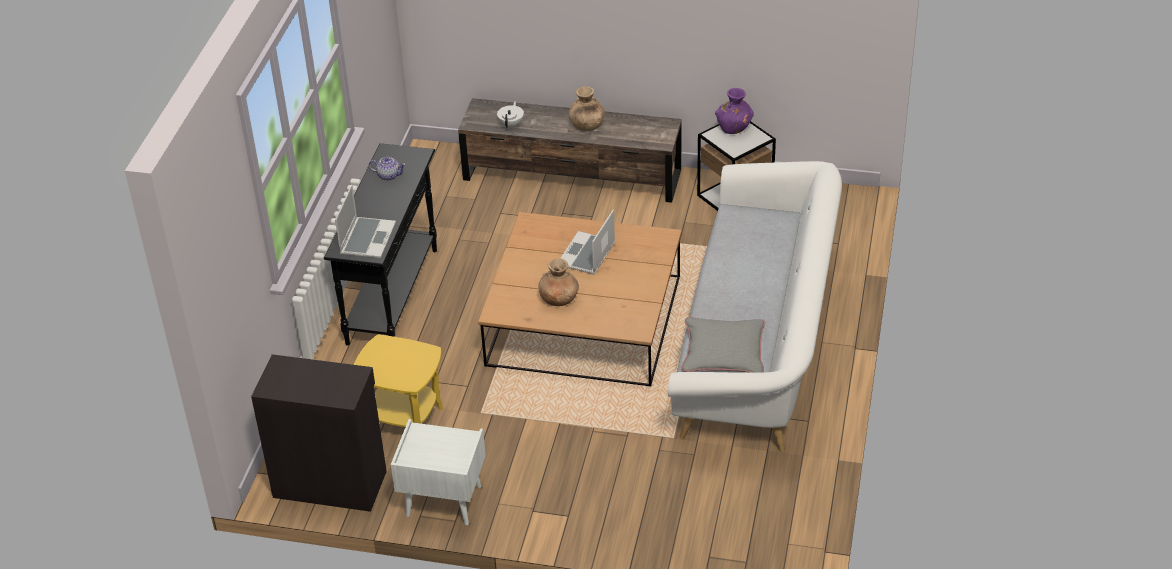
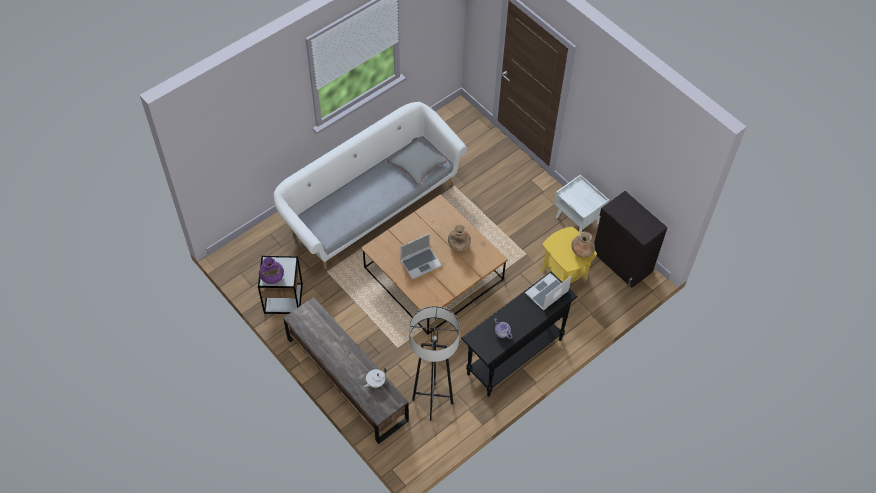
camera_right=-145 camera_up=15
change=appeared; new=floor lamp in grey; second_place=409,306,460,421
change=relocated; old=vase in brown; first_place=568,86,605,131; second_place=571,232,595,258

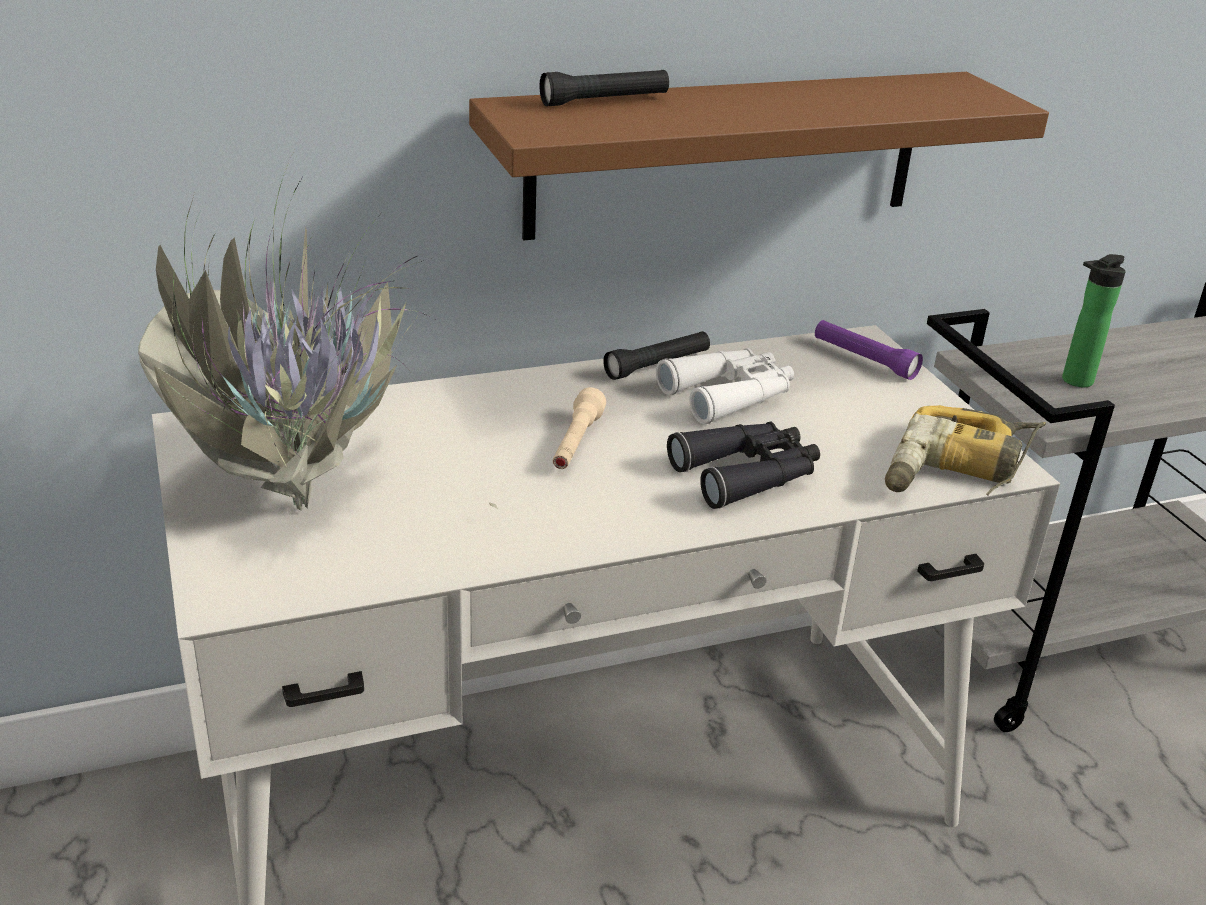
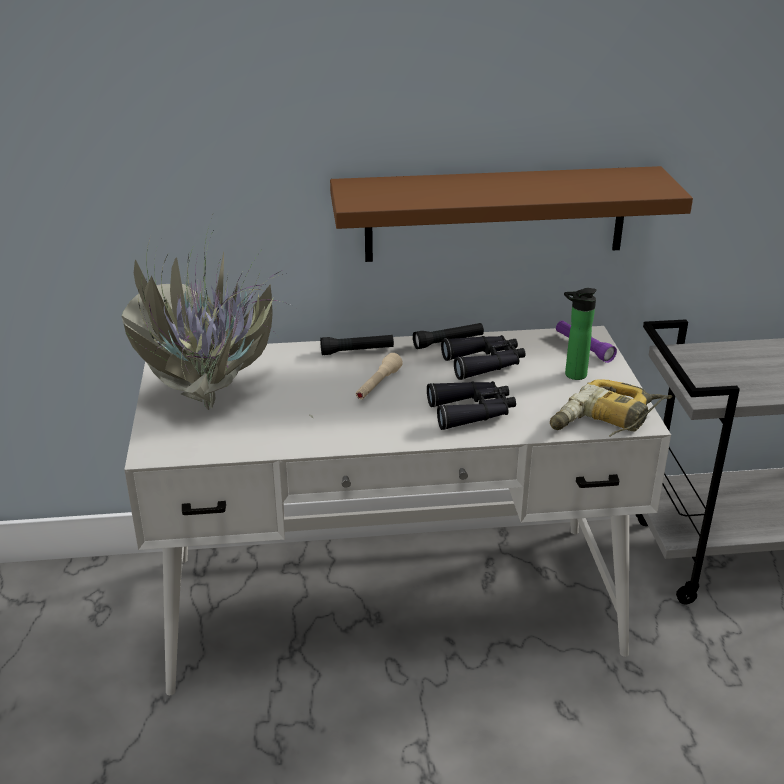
camera_right=15 camera_up=0
change=relocated; old=flashlight in black; first_place=540,70,669,106; second_place=320,335,394,355
change=relocated; old=bottle; first_place=1062,254,1126,387; second_place=564,288,597,380
change=colour; old=binoculars in white; new=binoculars in black; first_place=656,348,794,424; second_place=441,335,525,380

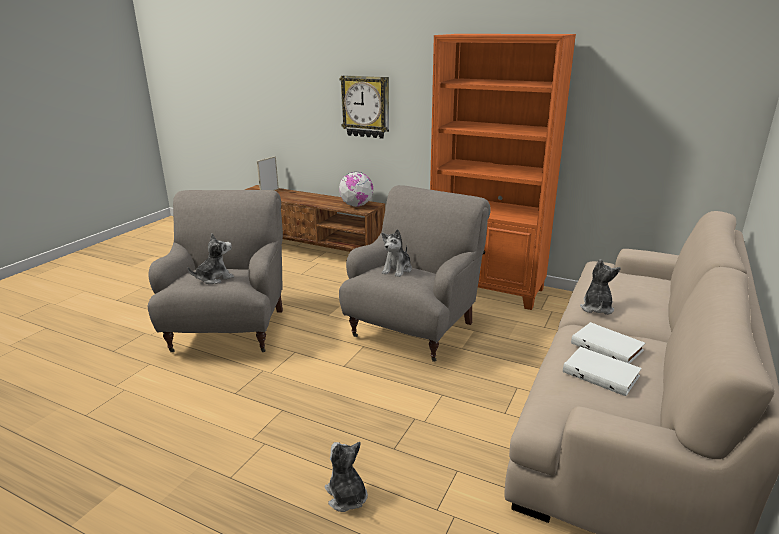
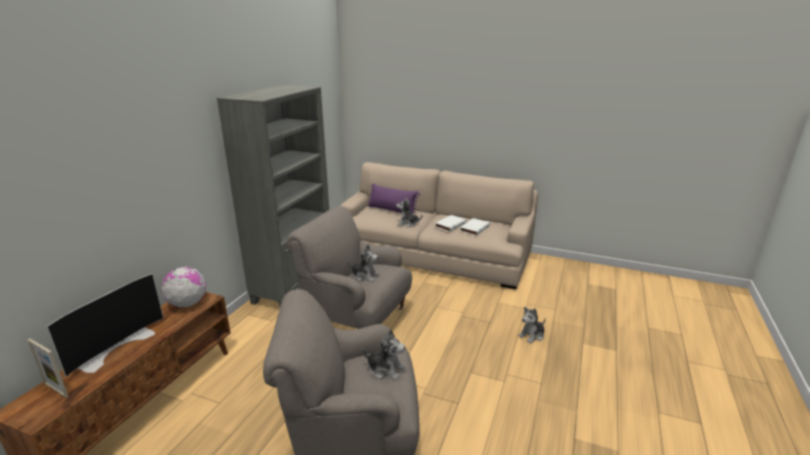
camera_right=-95 camera_up=0
change=missing; old=wall clock; first_place=339,75,389,139
change=appeared; new=television; second_place=47,274,163,377
change=appeared; new=pillow in purple; second_place=368,183,420,213
change=colour; old=bookcase in orange; new=bookcase in grey; first_place=430,34,576,310; second_place=216,85,329,306
change=spun; old=plush toy; first_place=188,233,234,284; second_place=362,329,405,380; degrees=150

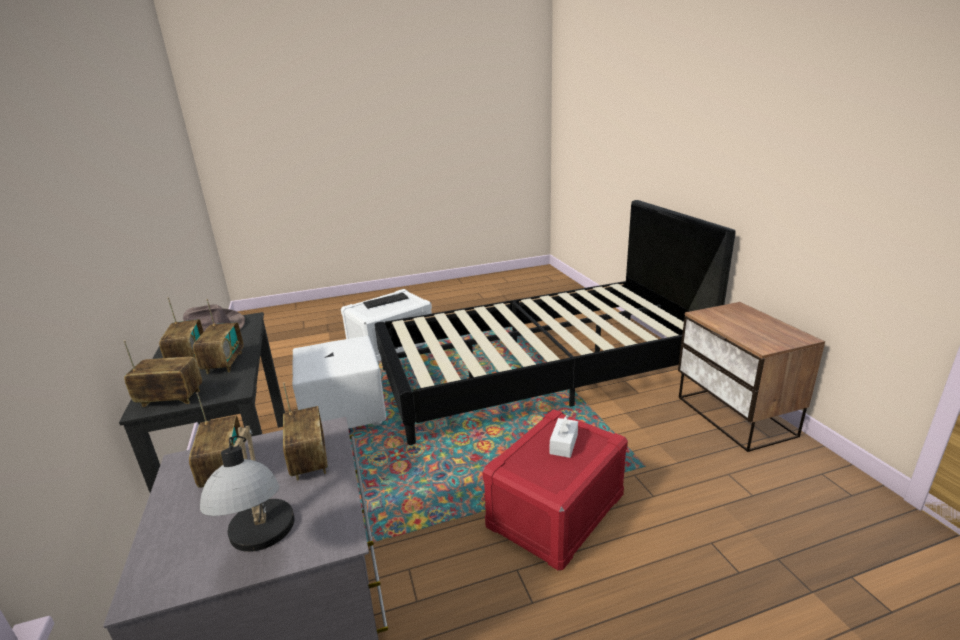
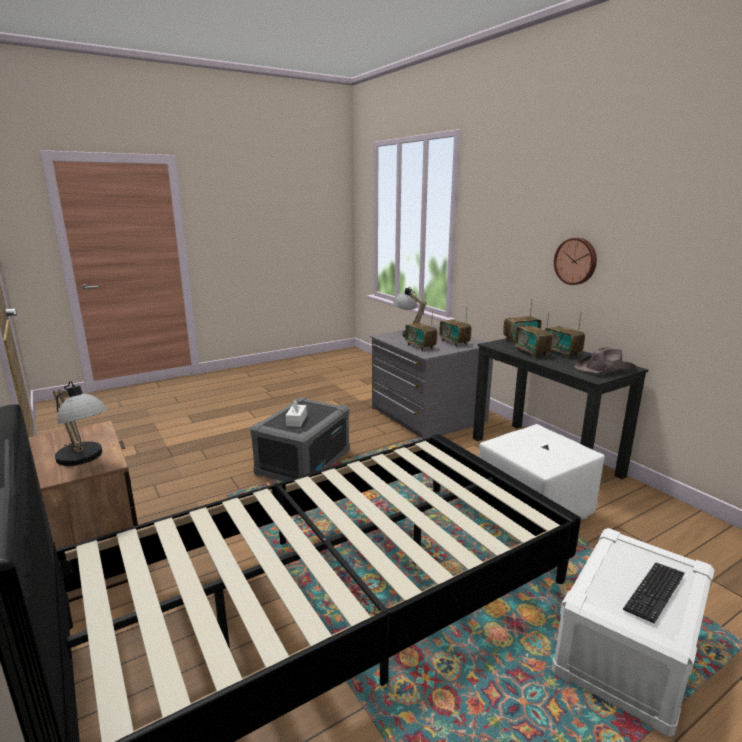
camera_right=165 camera_up=-5
change=appeared; new=table lamp; second_place=53,381,108,466
change=appeared; new=wall clock; second_place=554,238,597,285
change=colour; old=storage box in red; new=storage box in grey; first_place=482,409,628,571; second_place=250,397,350,481

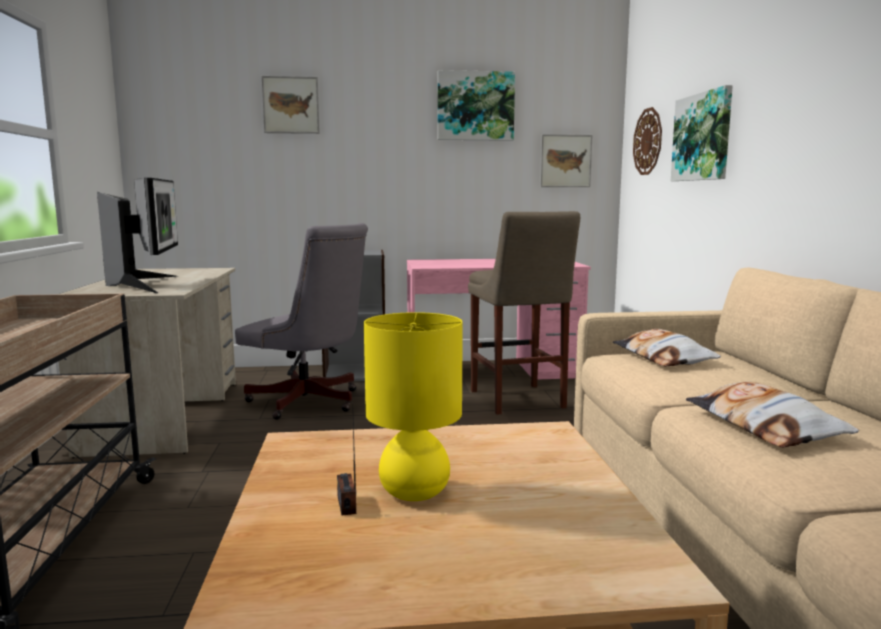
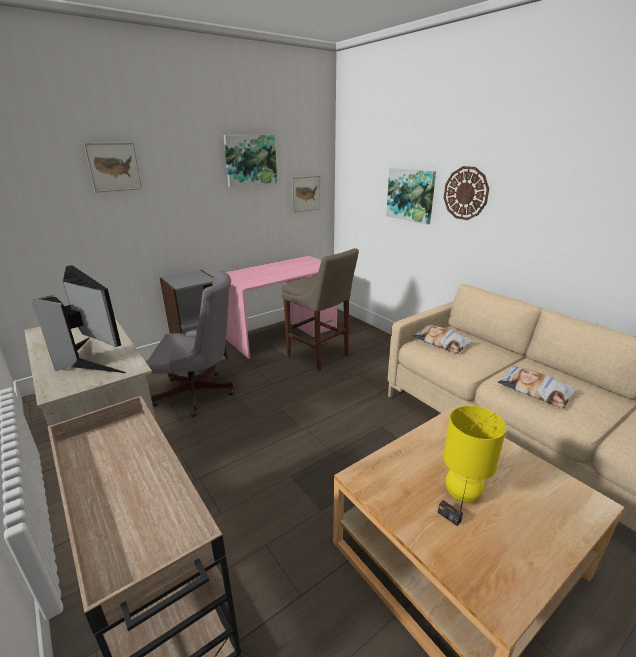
camera_right=-30 camera_up=15
change=relocated; old=wall clock; first_place=633,107,662,175; second_place=444,166,489,220

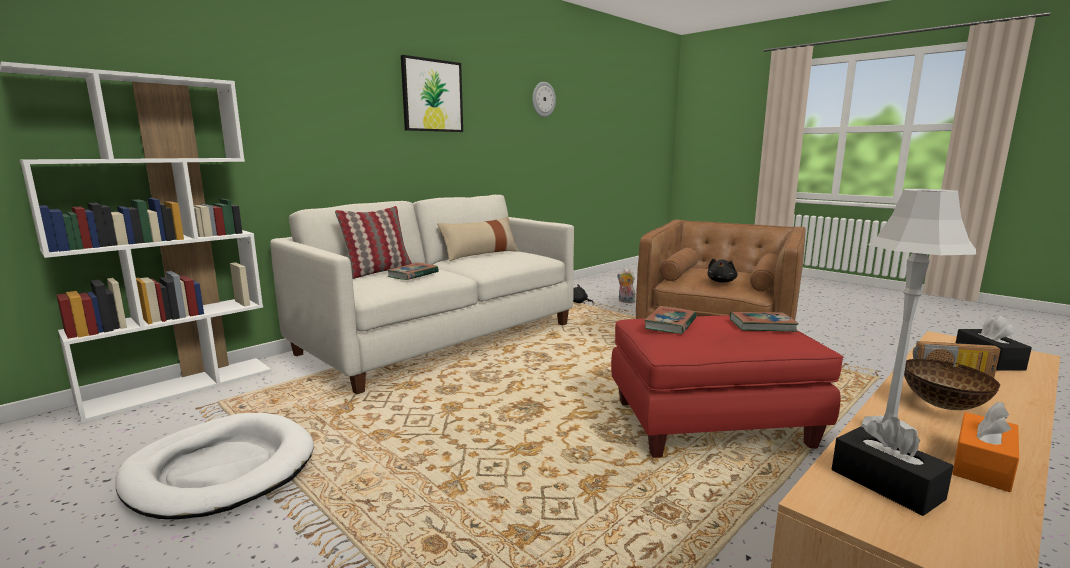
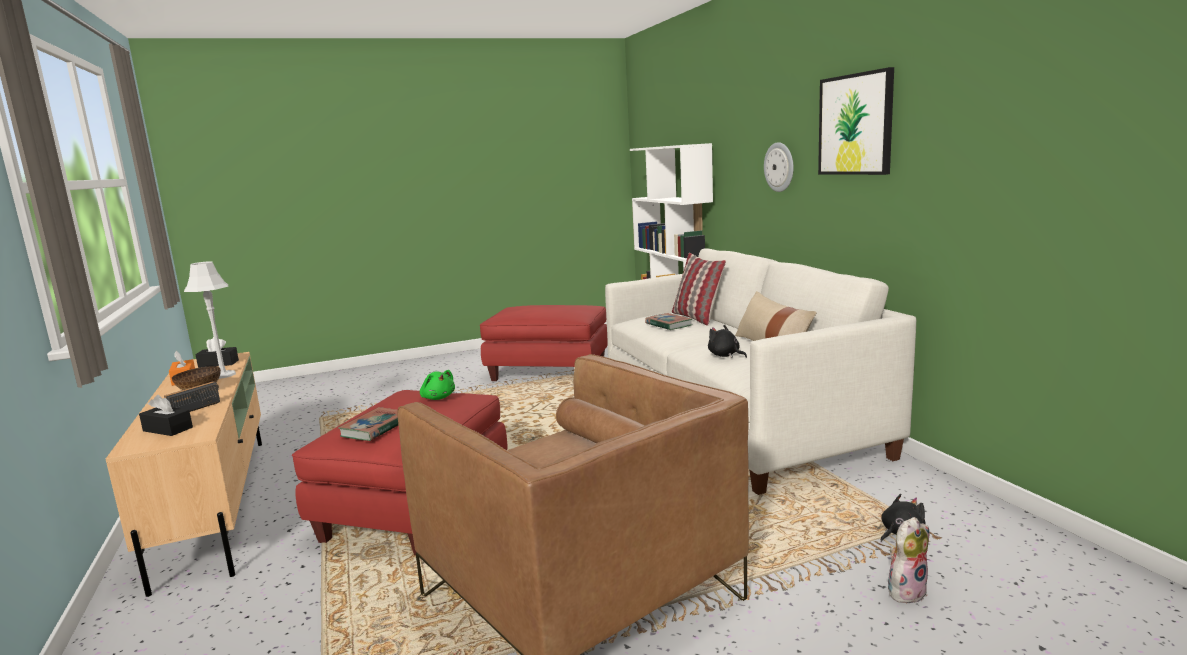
camera_right=115 camera_up=0
change=relocated; old=wall clock; first_place=532,82,556,117; second_place=764,142,794,192
change=relocated; old=plush toy in black; first_place=708,258,738,283; second_place=708,325,747,358
change=exchanged; old=dog bed in white; new=ottoman in red; first_place=116,413,314,519; second_place=480,305,608,381
change=exchanged; old=book; new=plush toy in green; first_place=644,306,696,334; second_place=420,370,455,400

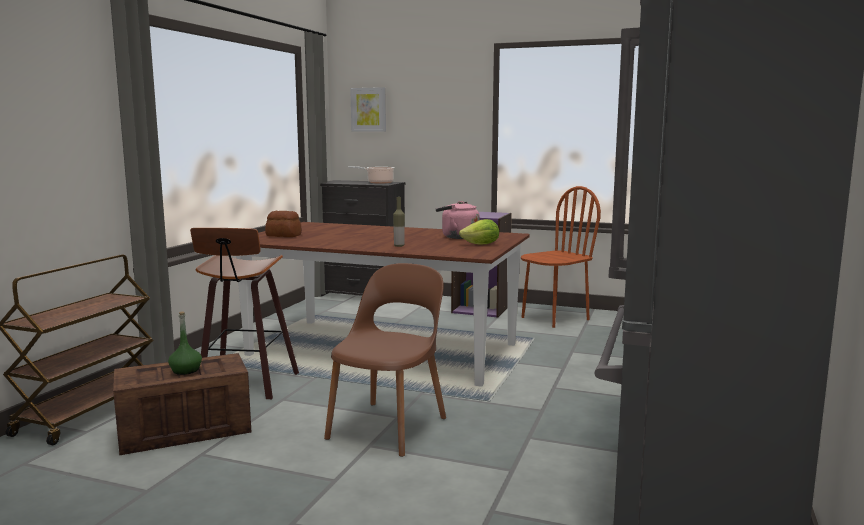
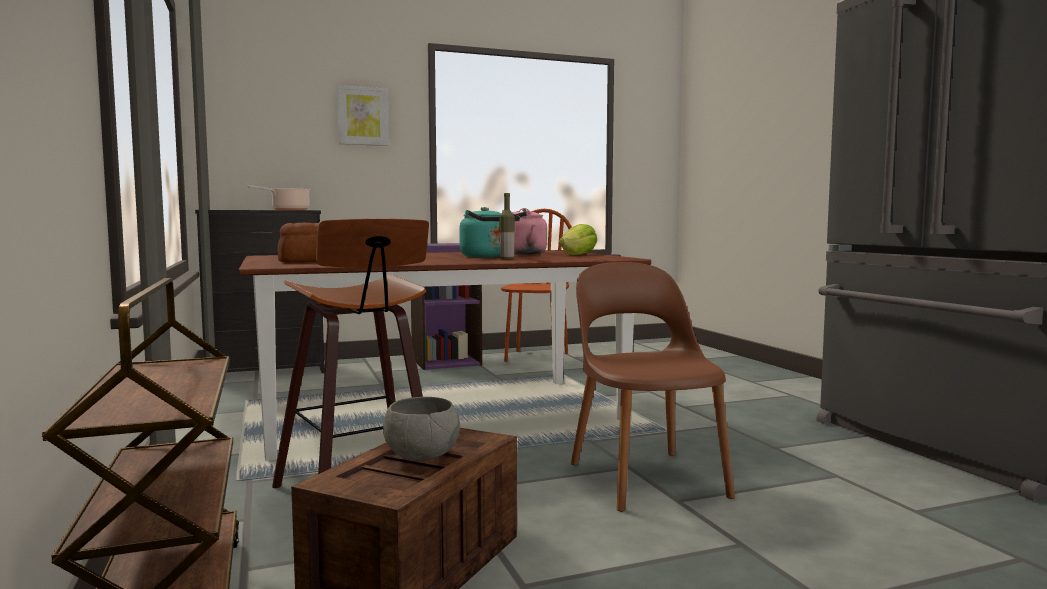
camera_right=-40 camera_up=-5
change=appeared; new=kettle in turquoise; second_place=459,207,520,258
change=relocated; old=picture; first_place=350,87,386,132; second_place=337,85,389,146
change=exchanged; old=bottle in green; new=bowl in grey; first_place=168,312,202,375; second_place=383,397,460,461

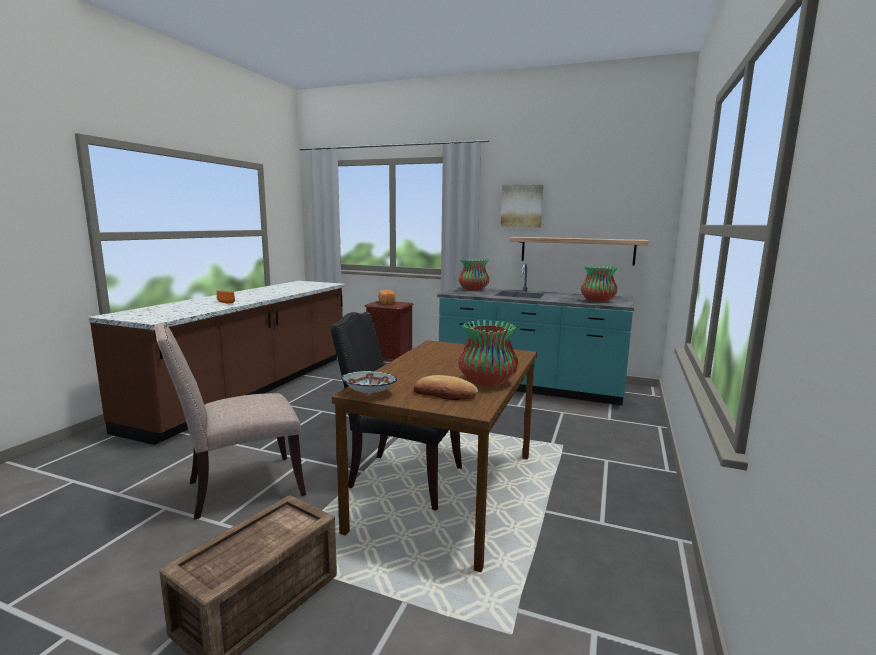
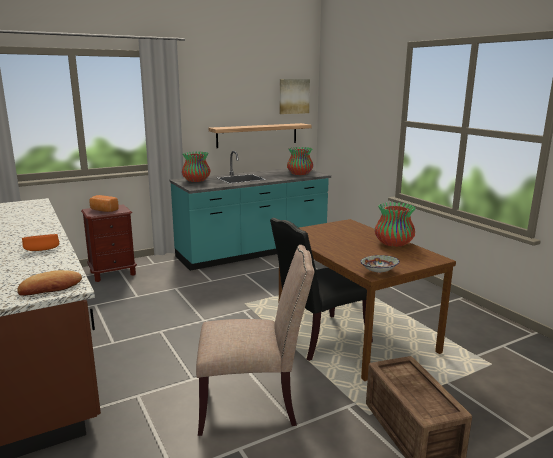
camera_right=-50 camera_up=5
change=relocated; old=bread; first_place=414,375,478,400; second_place=17,270,82,296
change=relocated; old=picture; first_place=500,185,544,227; second_place=280,79,310,114
change=spun; old=chair in beige; first_place=155,323,306,520; second_place=196,245,314,436; degrees=-105

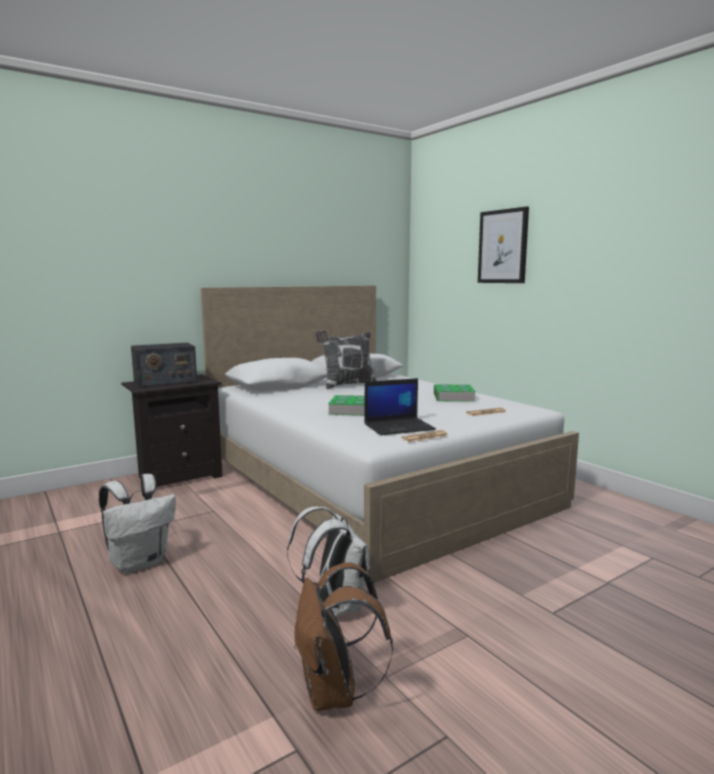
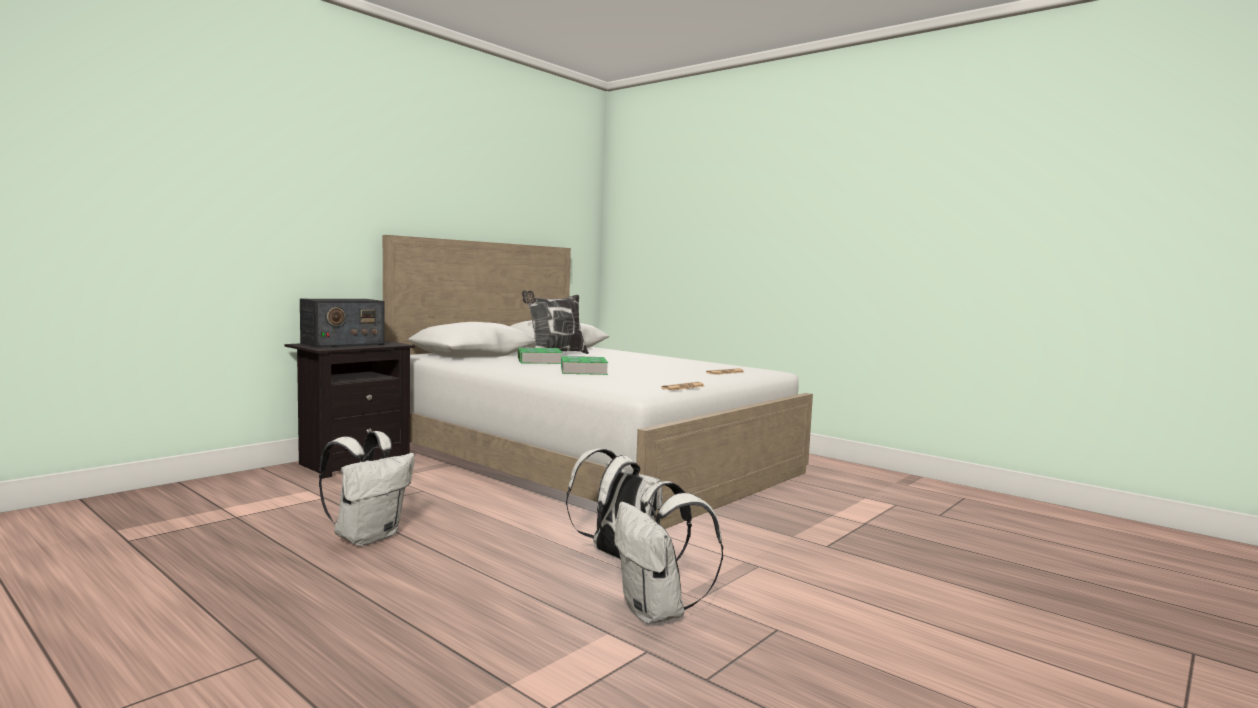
camera_right=-15 camera_up=-5
change=missing; old=laptop; first_place=364,378,436,435
change=missing; old=picture; first_place=478,207,529,283
change=relocated; old=book; first_place=434,384,476,402; second_place=518,348,563,364
change=colour; old=backpack in brown; new=backpack in white; first_place=294,562,393,711; second_place=614,481,723,624

